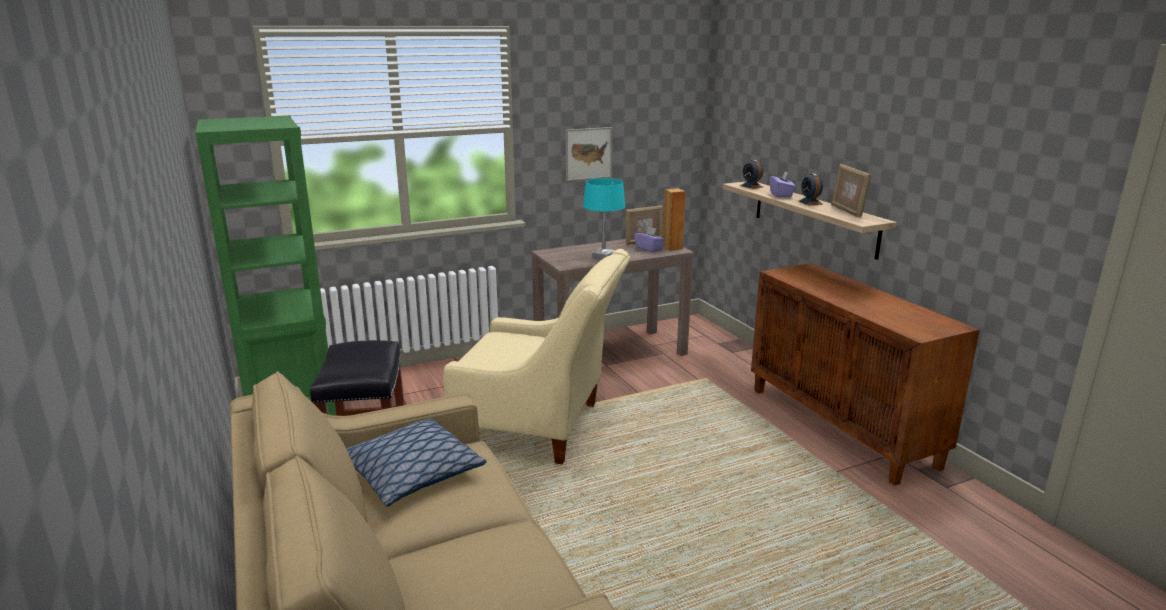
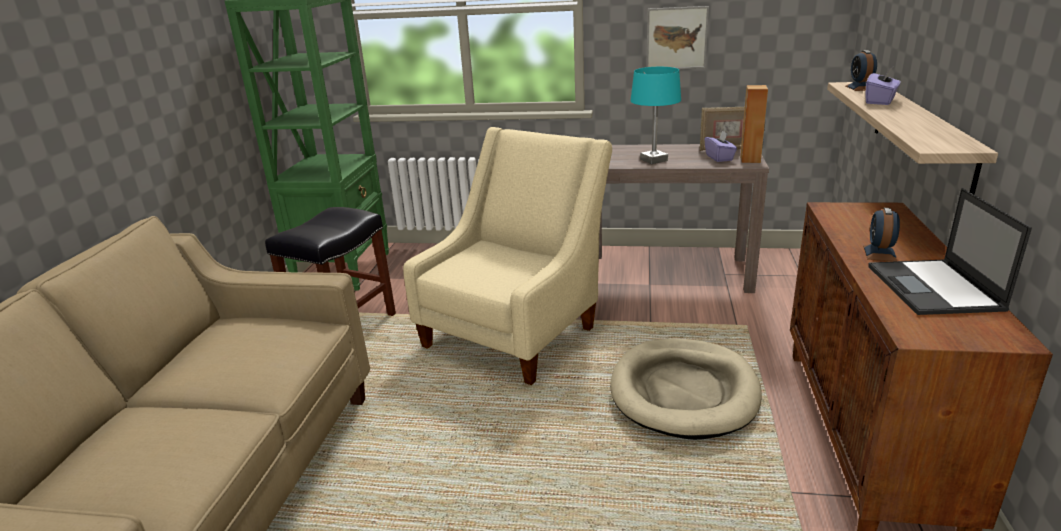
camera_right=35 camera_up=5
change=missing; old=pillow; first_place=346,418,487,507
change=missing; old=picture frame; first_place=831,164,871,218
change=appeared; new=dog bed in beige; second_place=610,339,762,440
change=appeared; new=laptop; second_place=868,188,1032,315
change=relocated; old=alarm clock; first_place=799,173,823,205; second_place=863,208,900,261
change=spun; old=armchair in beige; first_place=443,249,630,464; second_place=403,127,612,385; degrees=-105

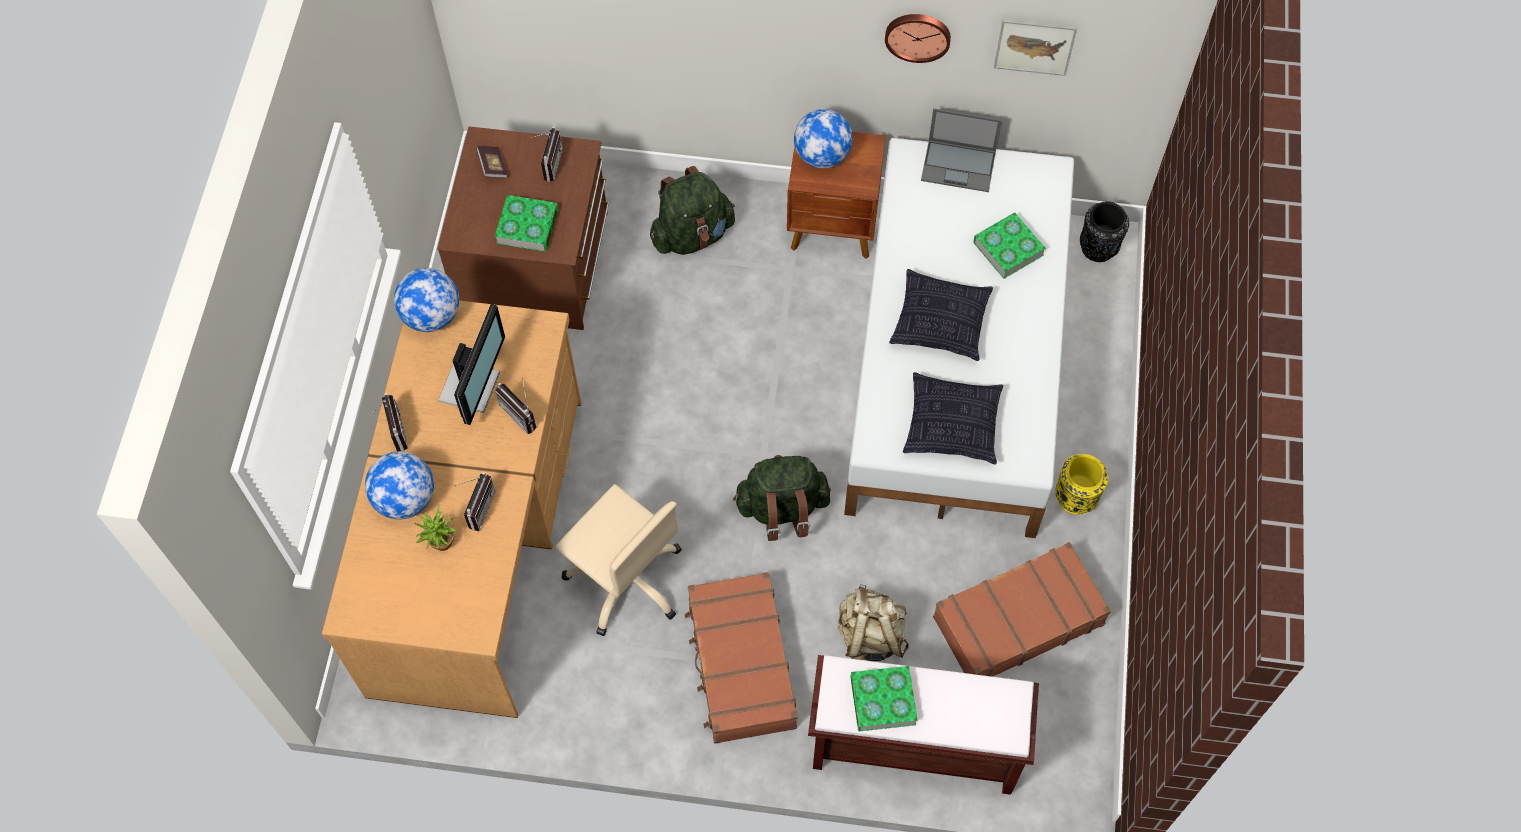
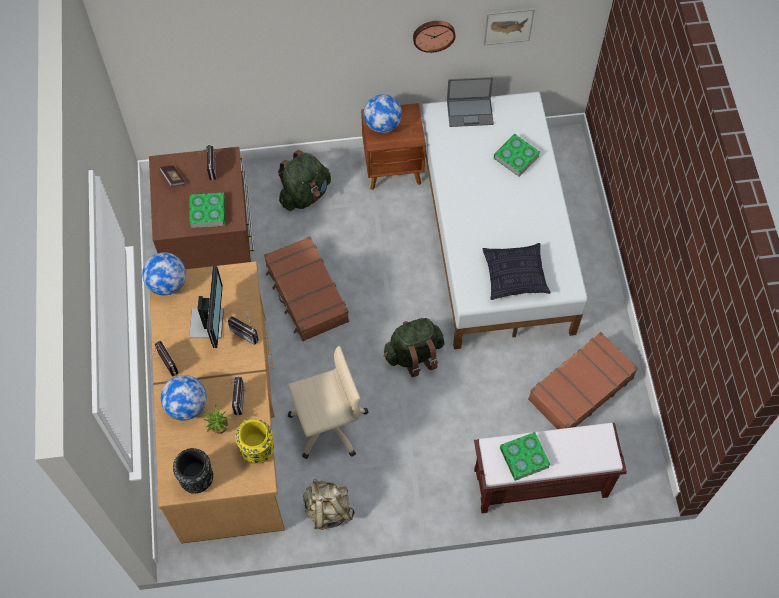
camera_right=-15 camera_up=0
change=missing; old=pillow; first_place=889,269,993,361
change=relocated; old=suitcase in brown; first_place=684,572,798,744; second_place=264,236,349,341
change=relocated; old=backpack in beige; first_place=838,584,909,661; second_place=303,479,355,530
change=relocated; old=vase in yellow; first_place=1055,454,1108,515; second_place=236,419,274,464
change=relocated; old=vase in black; first_place=1080,201,1129,262; second_place=173,448,213,494
change=spun; old=office chair in beige; first_place=555,484,681,636; second_place=288,346,368,459; degrees=-45

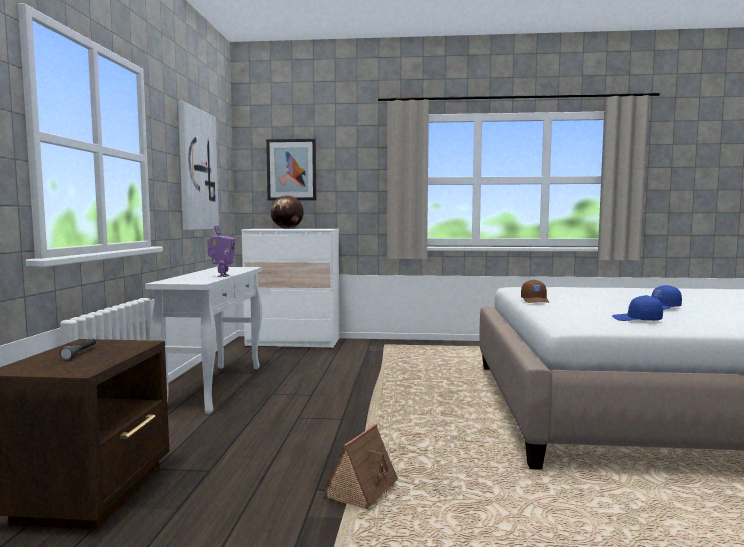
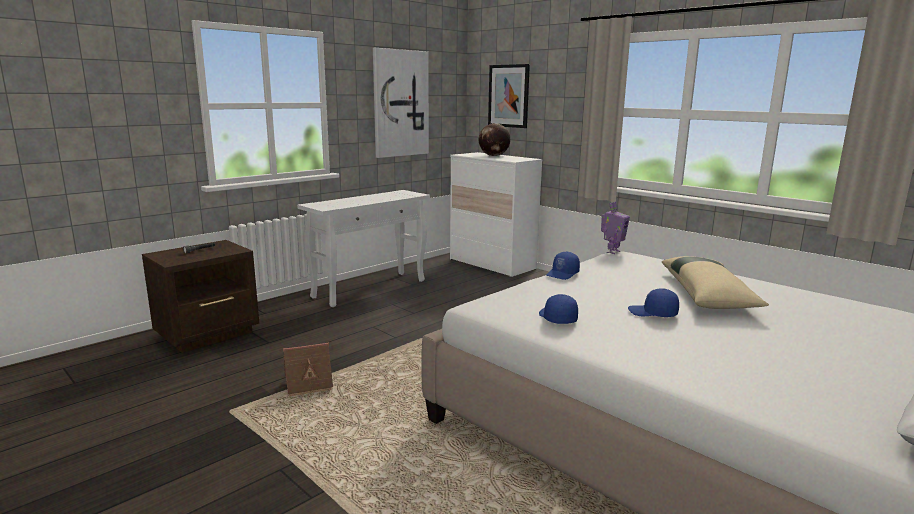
camera_right=40 camera_up=10
change=appeared; new=pillow in beige; second_place=662,256,769,309
change=relocated; old=toy robot; first_place=207,226,235,277; second_place=601,202,630,254
change=colour; old=cap in brown; new=cap in blue; first_place=521,280,549,303; second_place=546,252,580,280

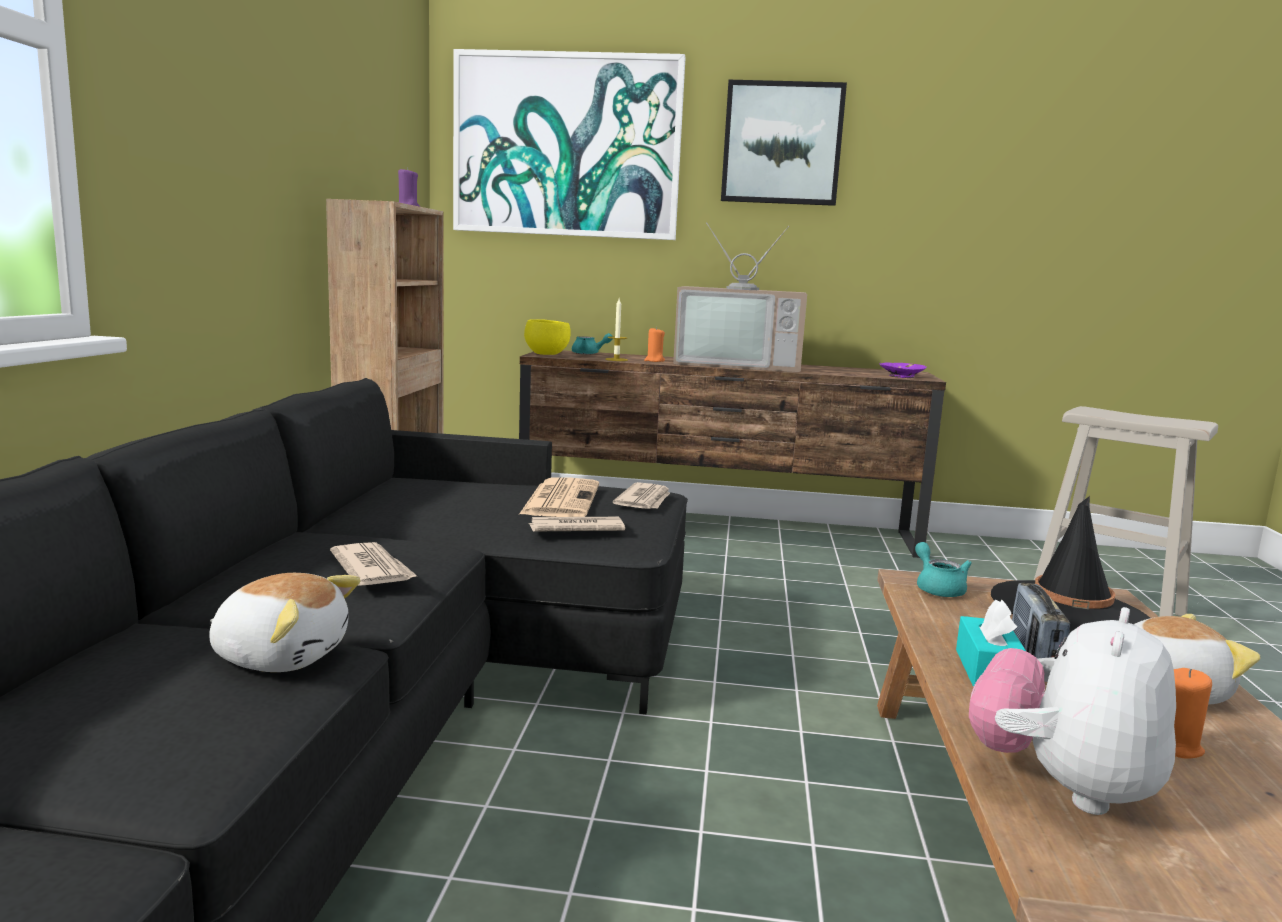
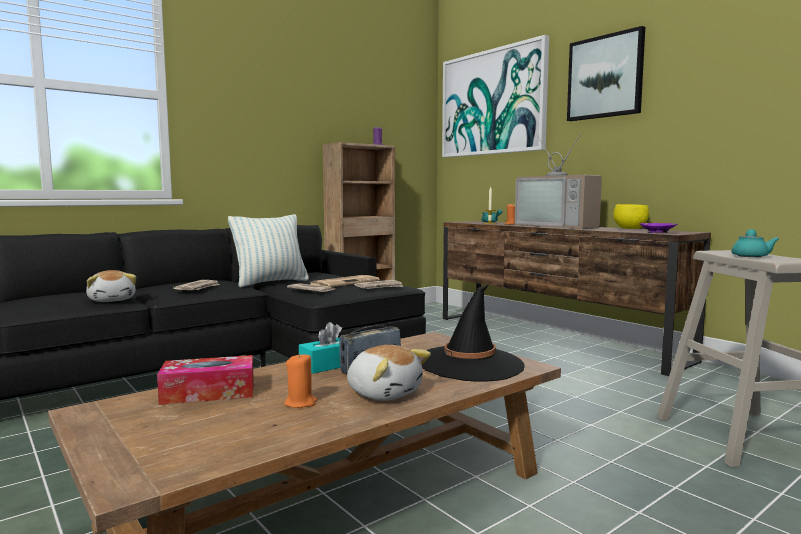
camera_right=45 camera_up=-5
change=appeared; new=pillow; second_place=228,214,309,287
change=relocated; old=bowl in yellow; first_place=524,319,571,355; second_place=613,204,649,229
change=relocated; old=teapot in turquoise; first_place=915,542,972,597; second_place=732,229,779,257
change=exchanged; old=plush toy; new=tissue box; first_place=969,607,1176,815; second_place=157,355,254,405

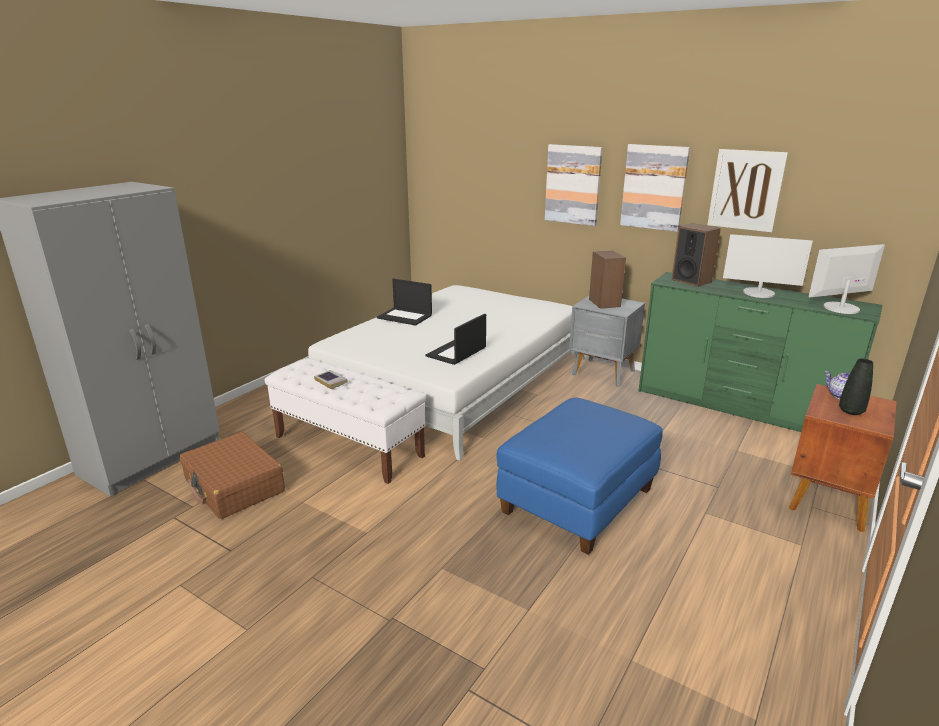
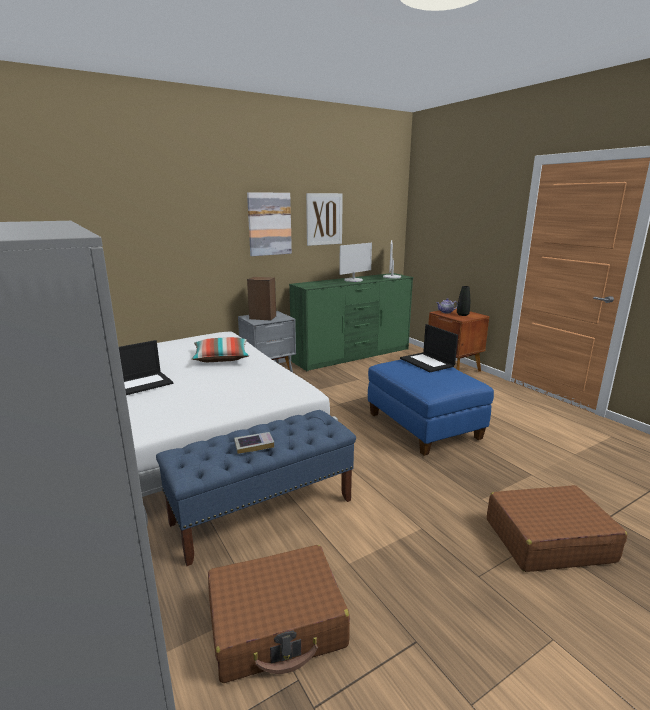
camera_right=-65 camera_up=-5
change=missing; old=picture; first_place=545,144,603,226
change=missing; old=speaker; first_place=671,223,721,287
change=appeared; new=pillow; second_place=192,337,249,362
change=appeared; new=suitcase in brown; second_place=487,485,627,572
change=relocated; old=laptop; first_place=426,314,486,365; second_place=400,324,458,372
change=colour; old=bench in white; new=bench in blue; first_place=265,358,427,484; second_place=156,410,356,566

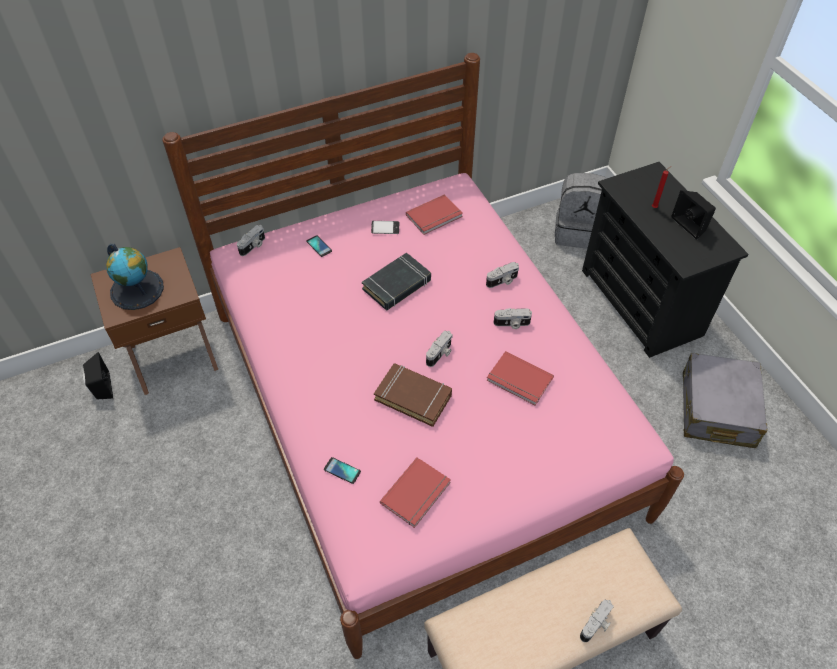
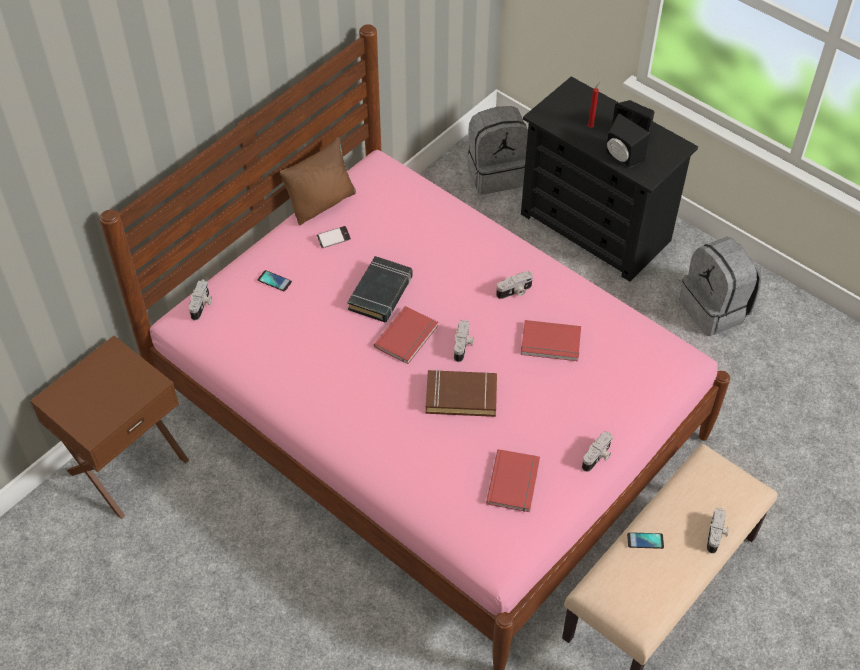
camera_right=-25 camera_up=0
change=missing; old=globe; first_place=106,244,164,310
change=appeared; new=pillow in brown; second_place=279,137,356,225
change=relocated; old=speaker in black; first_place=82,352,113,400; second_place=606,113,650,168
change=relocated; old=phone; first_place=324,457,361,484; second_place=627,532,664,549
change=relocated; old=book in red; first_place=406,194,463,235; second_place=374,306,438,364
change=relocated; old=photo camera; first_place=486,262,519,288; second_place=582,431,613,472
change=exchanged; old=suitcase in grey; new=backpack in grey; first_place=683,353,768,448; second_place=679,237,761,336

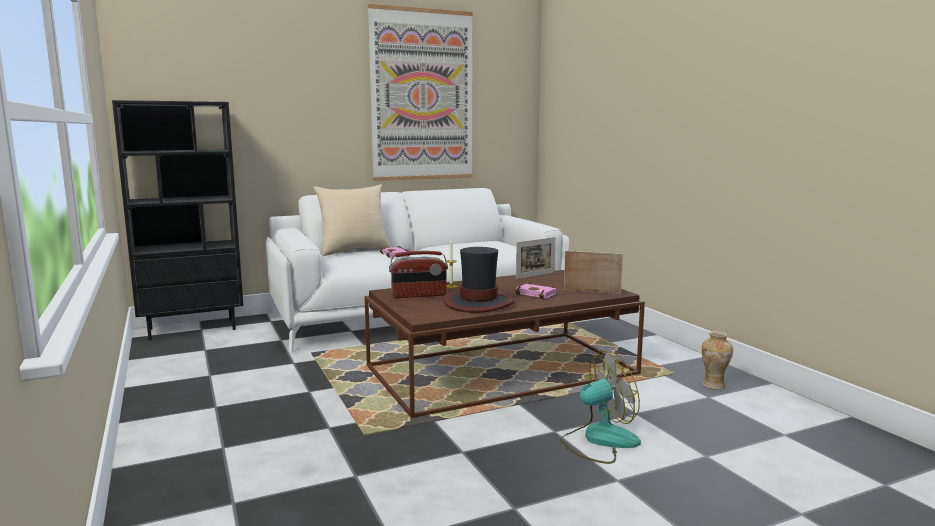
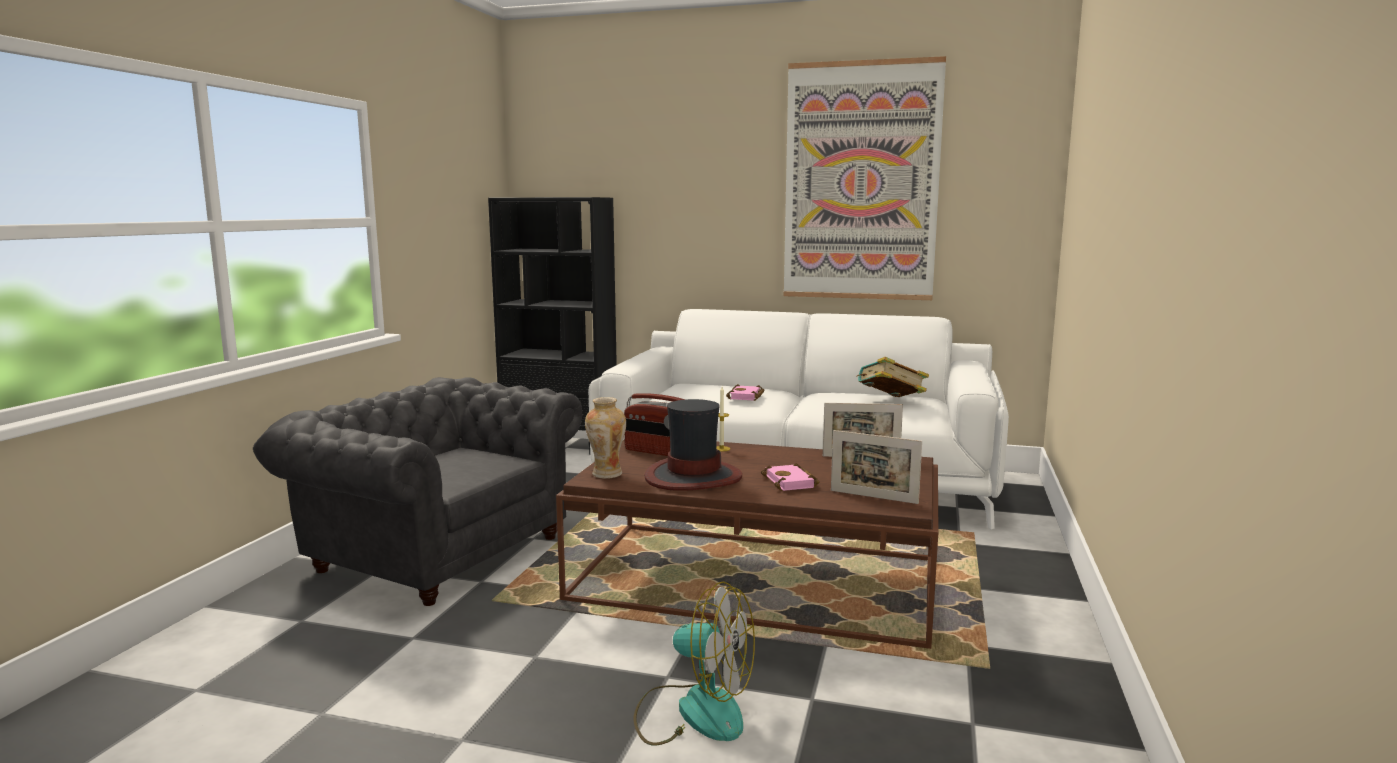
camera_right=40 camera_up=0
change=missing; old=pillow in beige; first_place=313,184,391,256
change=appeared; new=armchair in grey; second_place=253,377,582,606
change=appeared; new=book; second_place=856,357,929,397
change=relocated; old=vase; first_place=702,331,733,390; second_place=585,397,626,479
change=spun; old=picture frame; first_place=564,250,623,294; second_place=831,430,922,504; degrees=150

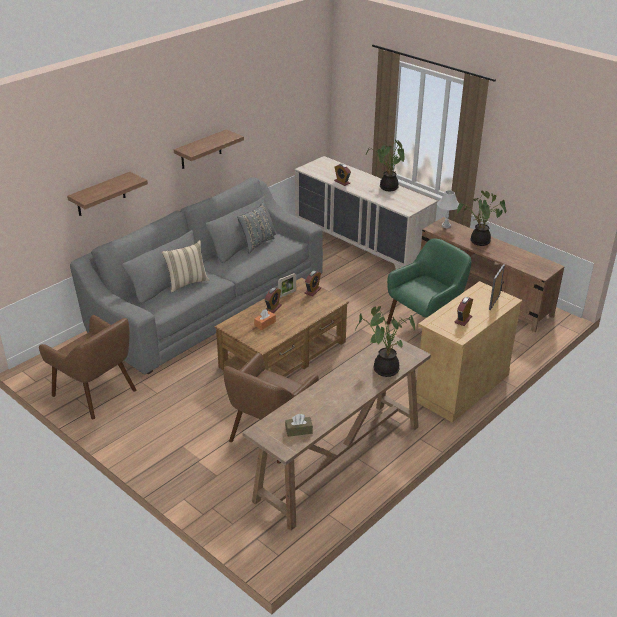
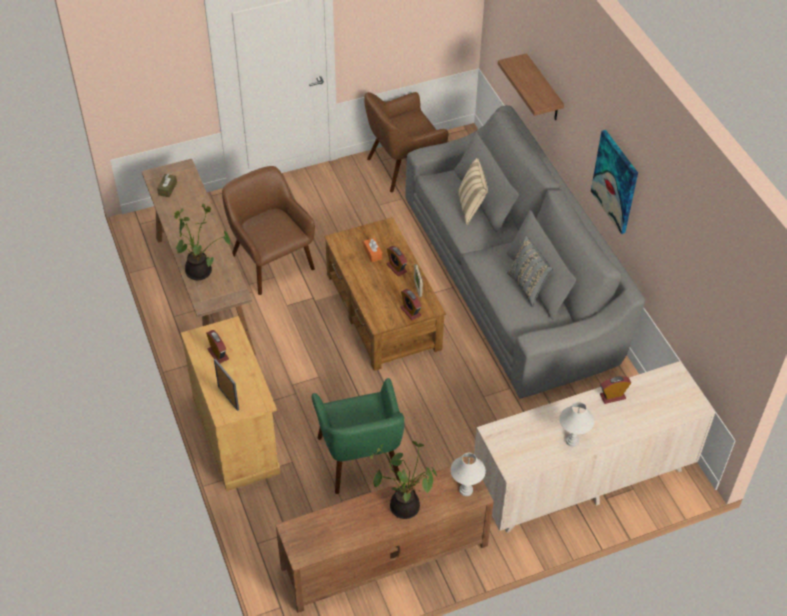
camera_right=115 camera_up=15
change=exchanged; old=shelf; new=picture; first_place=174,129,244,169; second_place=591,130,638,234
change=exchanged; old=potted plant; new=table lamp in white; first_place=366,140,405,191; second_place=559,402,594,447

